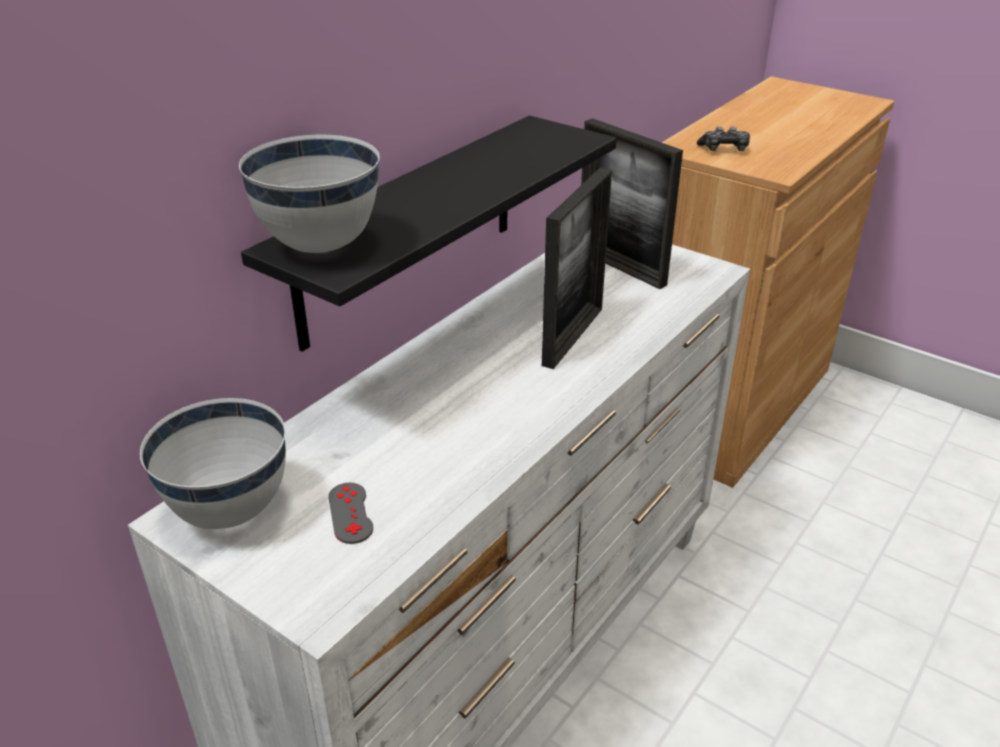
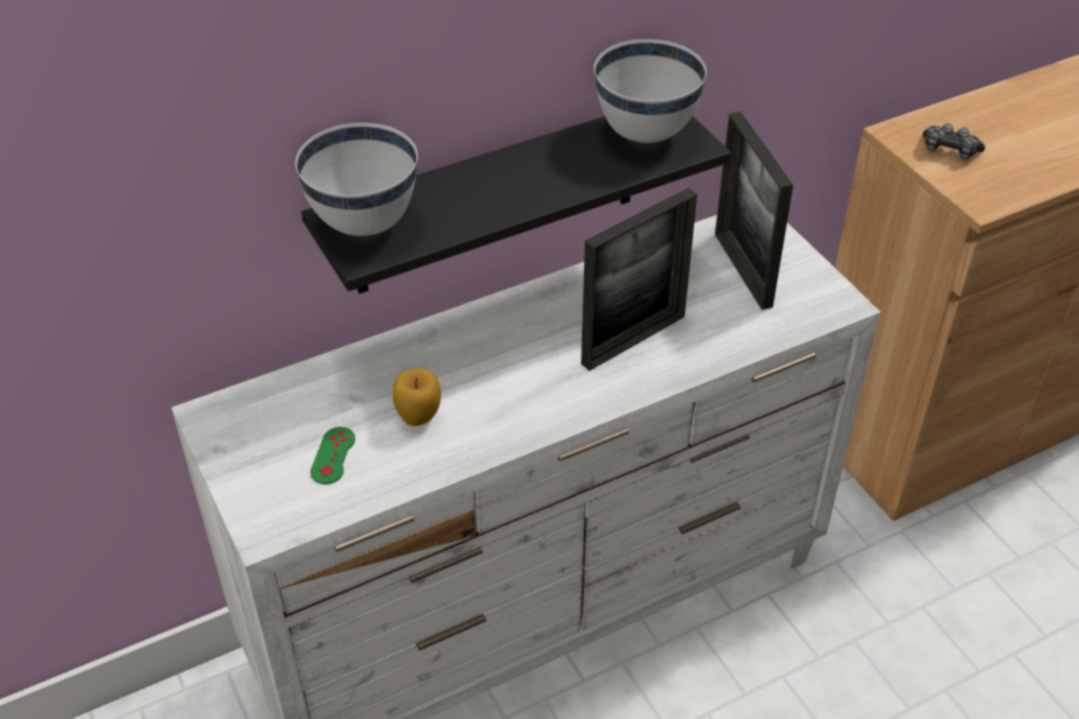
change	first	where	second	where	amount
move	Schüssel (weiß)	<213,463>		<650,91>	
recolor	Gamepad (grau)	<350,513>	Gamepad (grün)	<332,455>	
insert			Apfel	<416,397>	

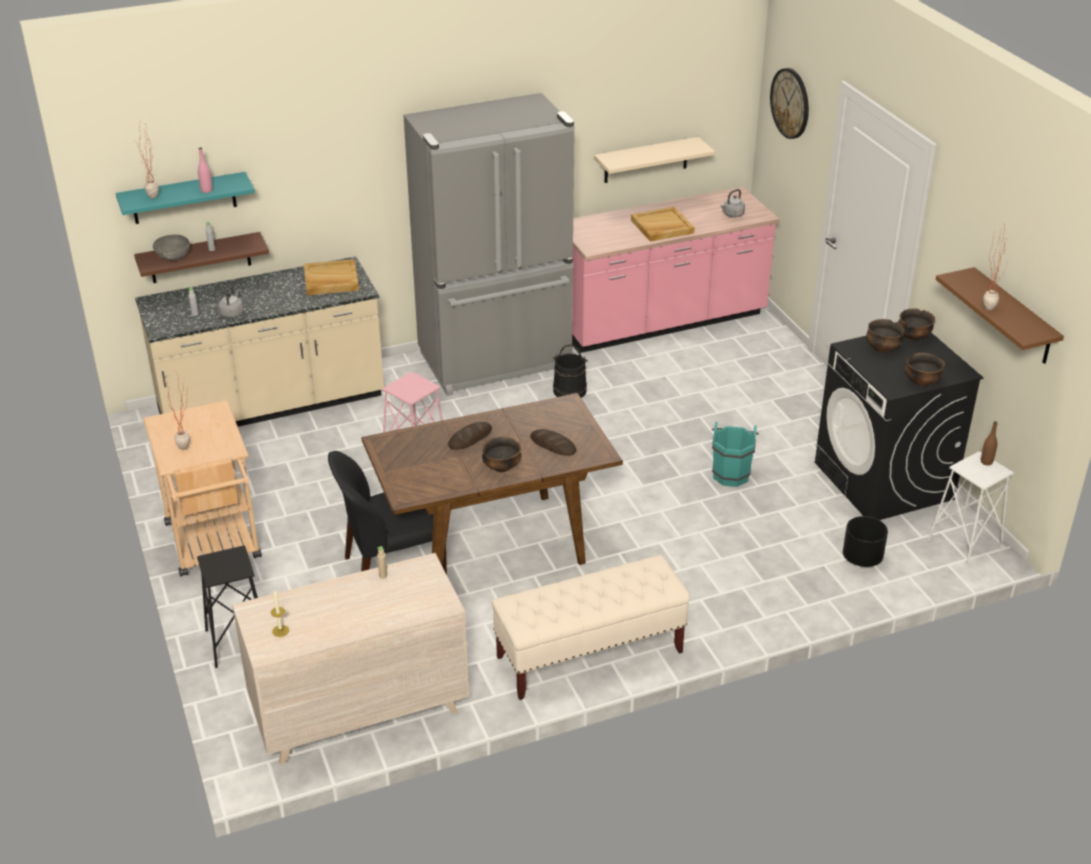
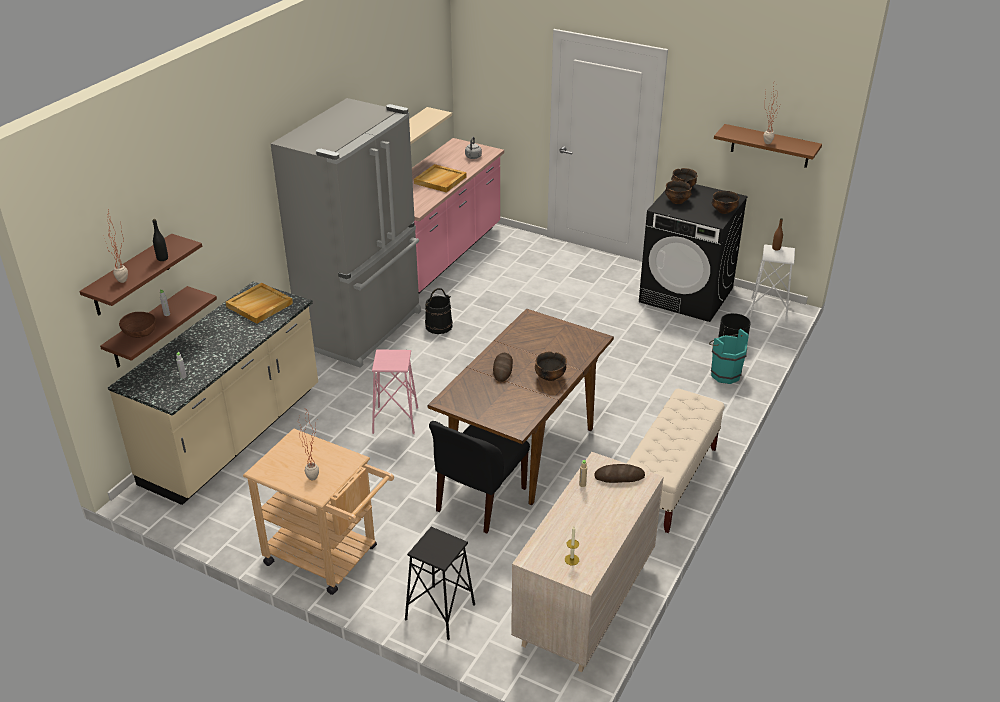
change	first	where	second	where	amount
delete	Wanduhr	<789,103>			
recolor	Flasche (rosa)	<205,170>	Flasche (schwarz)	<160,240>	
recolor	Wandregal (türkis)	<185,198>	Wandregal (braun)	<140,274>	
recolor	Schüssel (grau)	<171,247>	Schüssel (braun)	<137,325>	
delete	Wasserkessel (grau)	<230,302>			
move	Eimer (türkis)	<735,454>		<729,356>	
move	Brot	<553,442>		<619,473>	

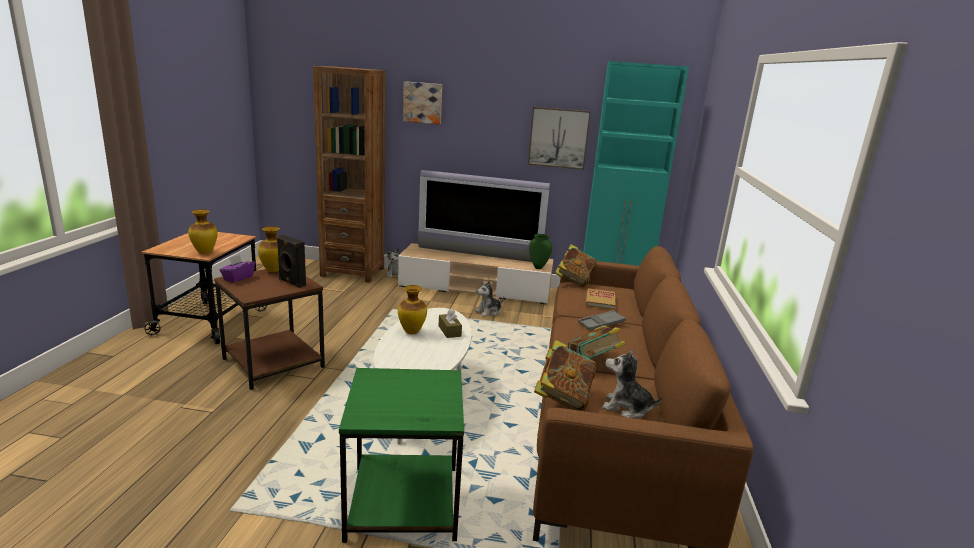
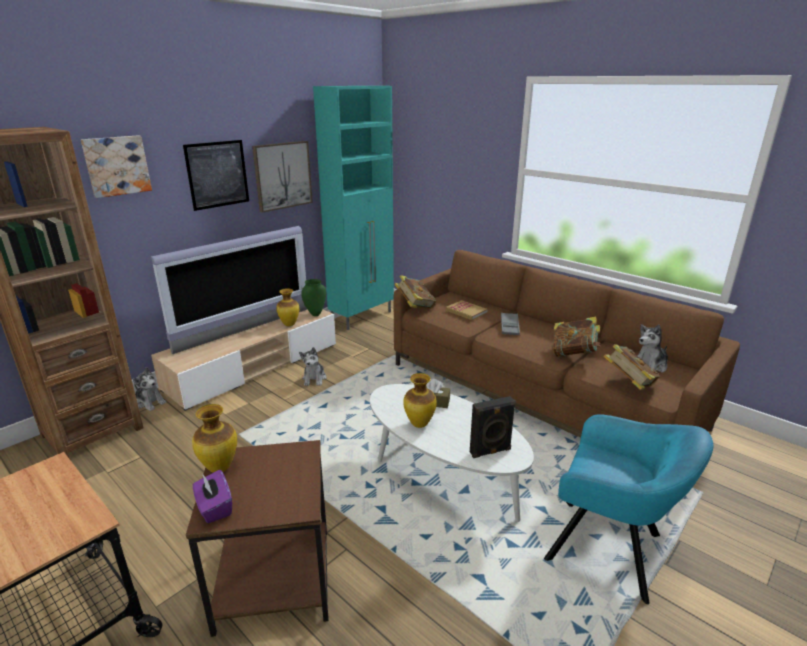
change	first	where	second	where	amount
move	Vase	<202,231>		<287,307>	
move	Lautsprecher (schwarz)	<291,261>		<493,427>	
replace	Beistelltisch (grün)	<401,455>	Sessel (türkis)	<628,509>	
insert			Bild	<216,175>	

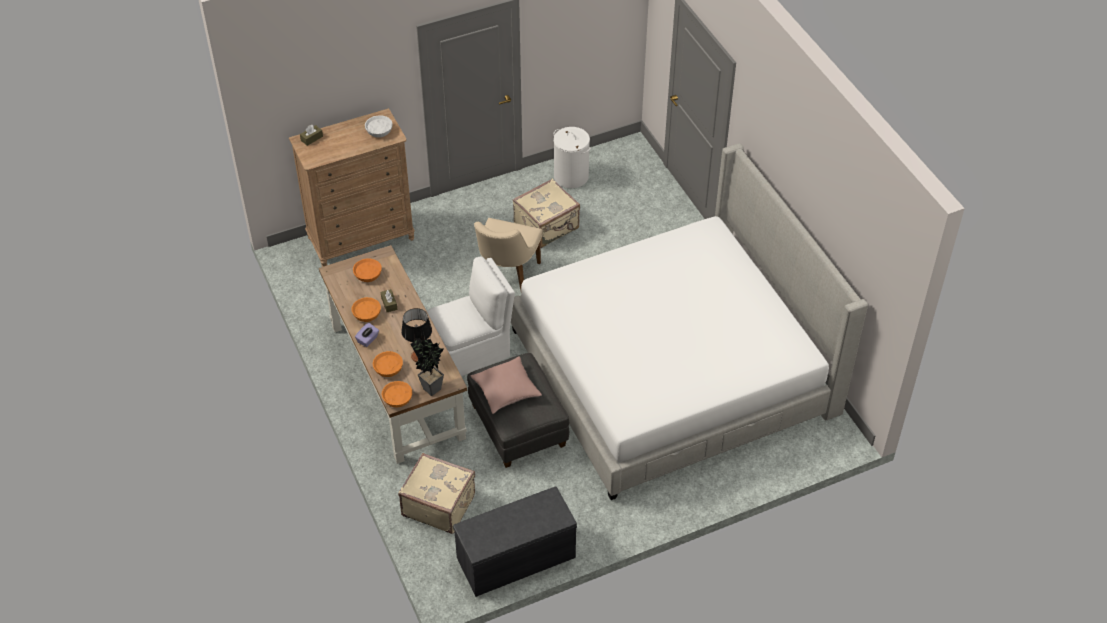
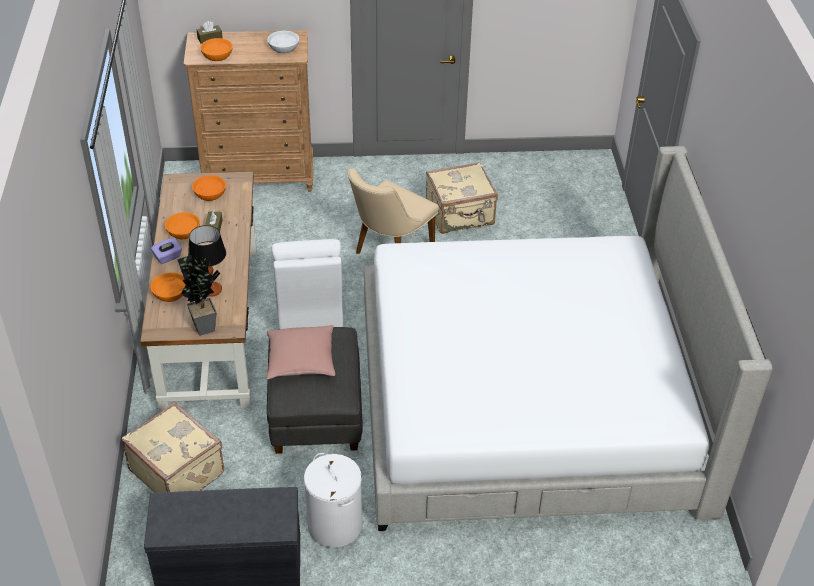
change	first	where	second	where	amount
move	Wäschekorb (weiß)	<572,157>		<333,500>	
rotate	Stuhl (weiß)	<471,316>		<307,284>	90 degrees clockwise
move	Schüssel (orange)	<397,394>		<216,49>	

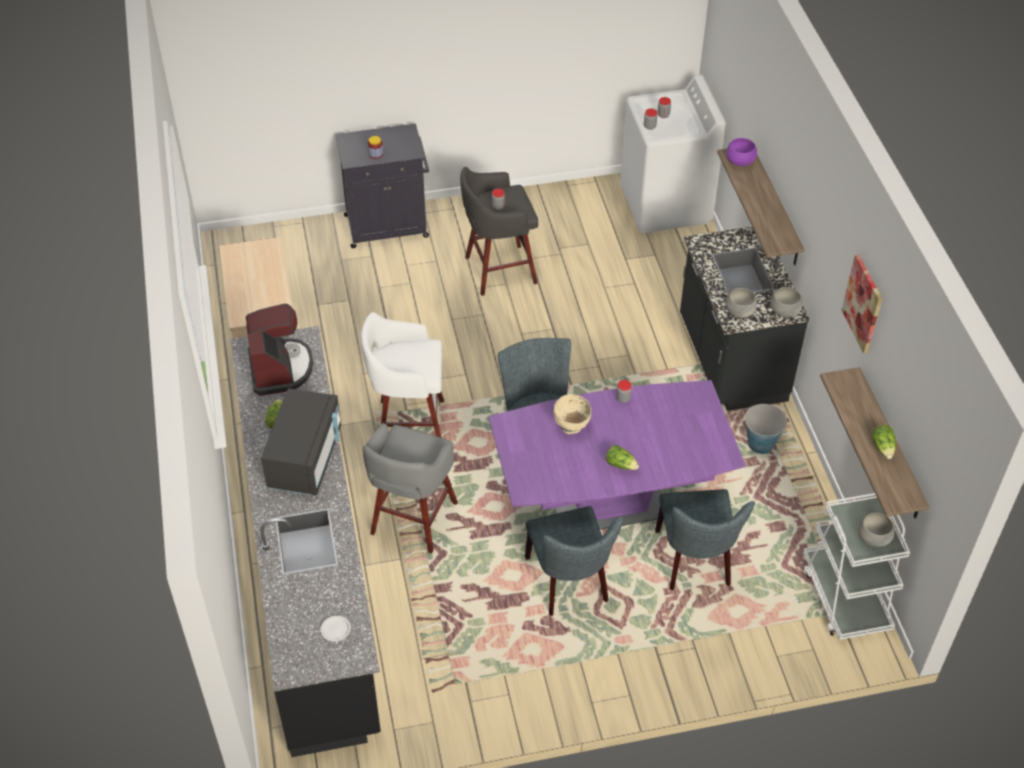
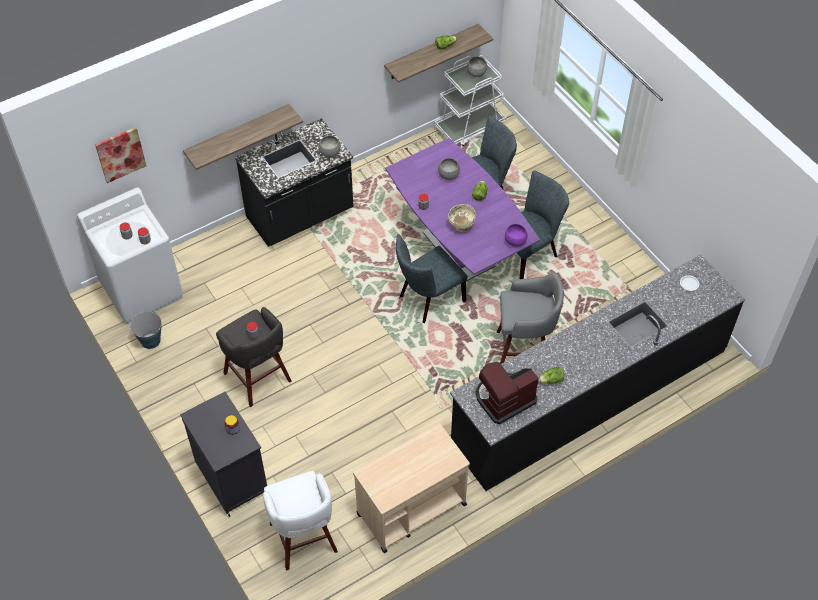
change	first	where	second	where	amount
move	Schüssel (lila)	<741,152>		<516,235>	
move	Bild	<861,304>		<120,155>	
move	Schüssel (grau)	<786,302>		<449,169>	
move	Hocker (weiß)	<402,374>		<300,520>	
delete	Mikrowelle (schwarz)	<301,441>			
move	Eimer	<766,429>		<146,330>	

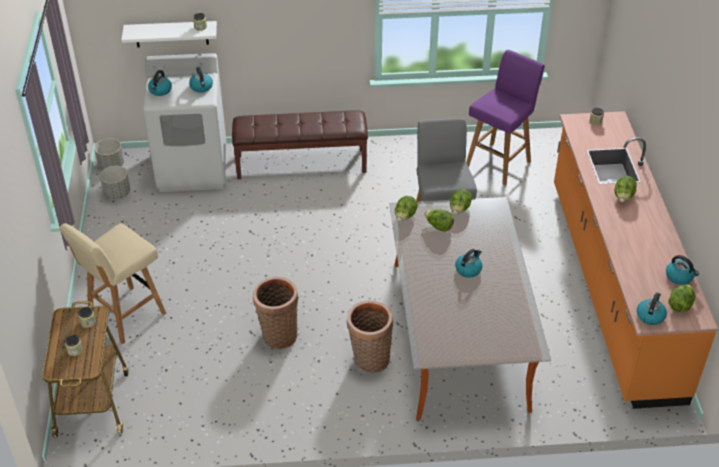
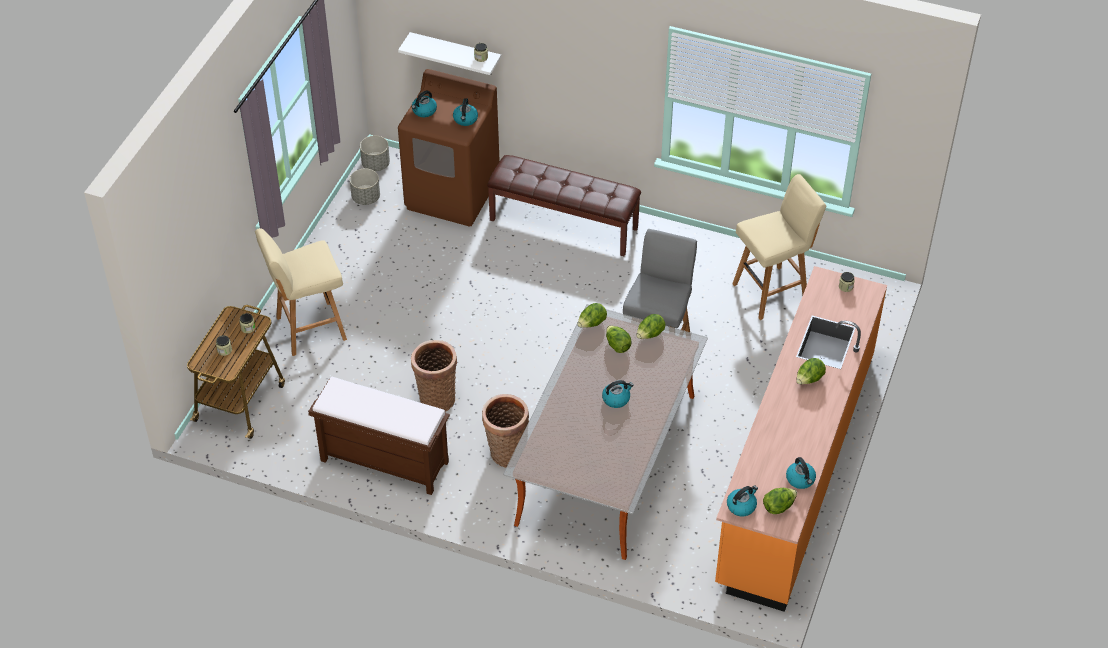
change	first	where	second	where	amount
recolor	Hocker (lila)	<505,118>	Hocker (beige)	<779,247>	
recolor	Waschmaschine (weiß)	<185,122>	Waschmaschine (braun)	<449,147>	
insert			Bank (braun)	<379,435>	

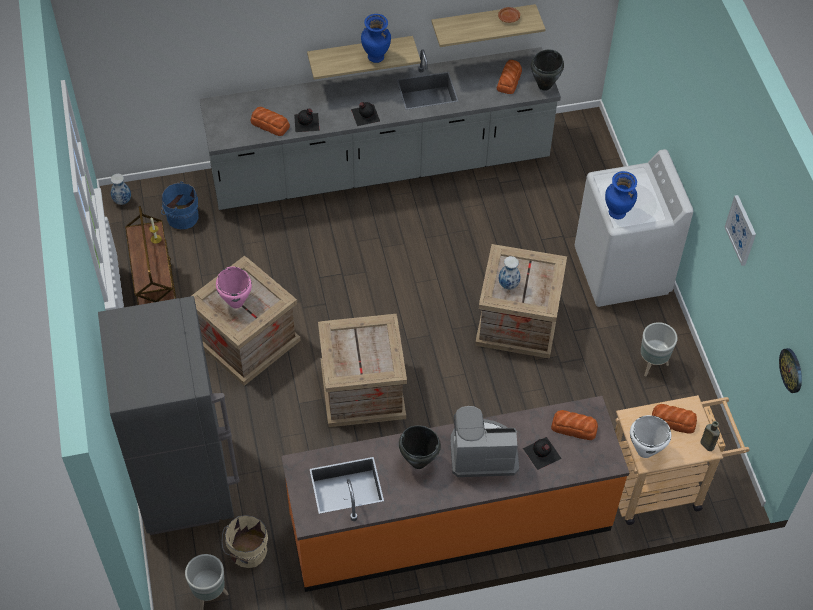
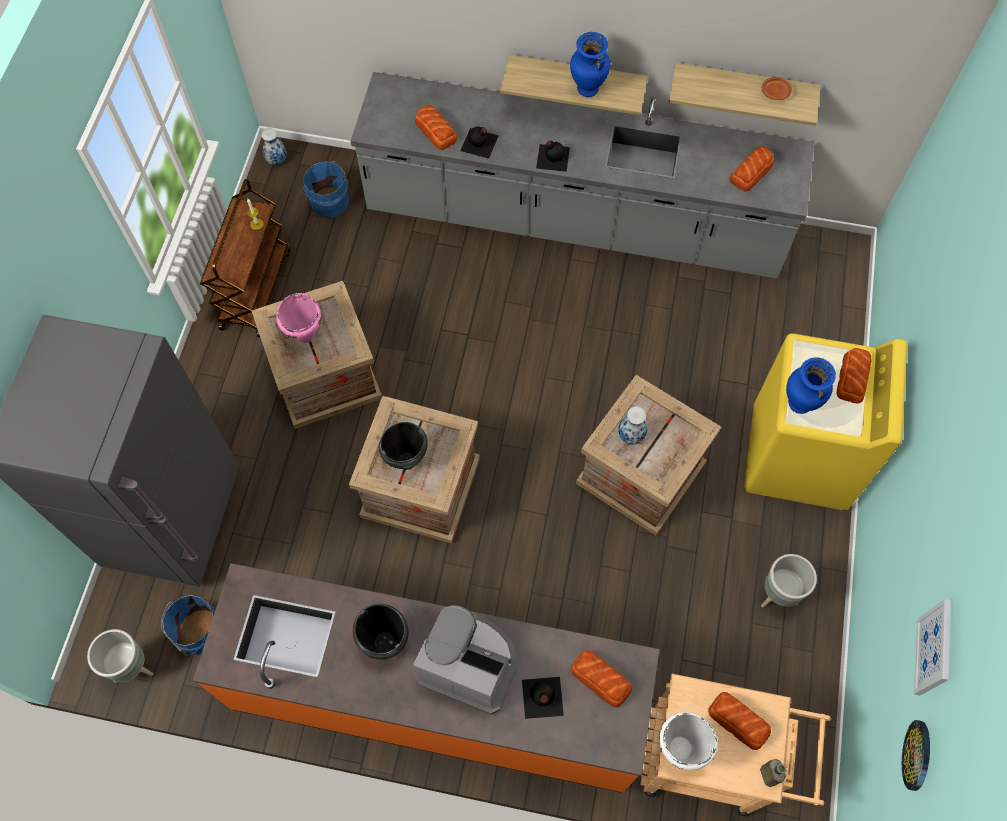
change	first	where	second	where	amount
move	Kochtopf (schwarz)	<547,70>		<403,446>	
recolor	Waschmaschine (weiß)	<634,228>	Waschmaschine (gelb)	<825,421>	
move	Bild	<740,230>		<932,647>	
recolor	Eimer (beige)	<245,541>	Eimer (blau)	<188,625>	
insert			Brot	<854,375>	

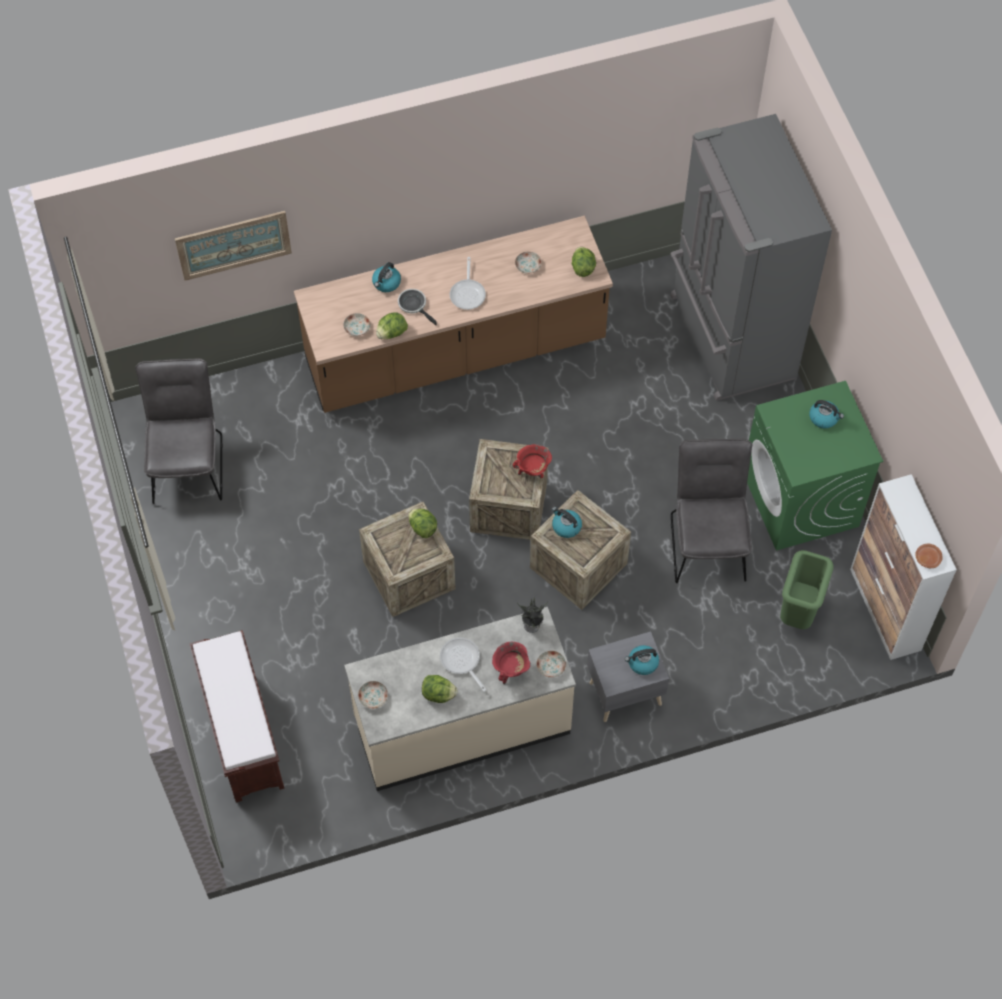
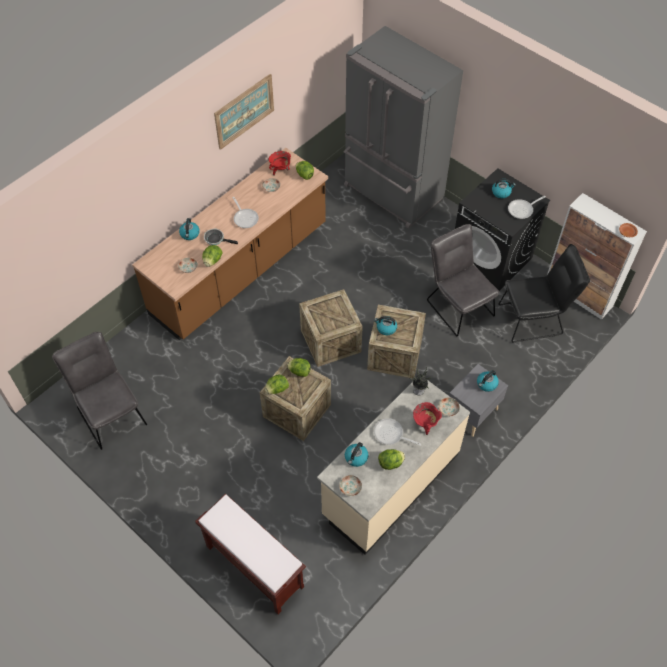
change	first	where	second	where	amount
move	Bild	<233,246>		<244,112>	
recolor	Waschmaschine (grün)	<815,466>	Waschmaschine (schwarz)	<502,229>	
move	Kochtopf (rot)	<532,461>		<280,163>	
replace	Mülleimer (grün)	<807,589>	Stuhl (schwarz)	<544,293>	
insert			Pfanne	<527,207>	
insert			Salatkopf	<277,384>	
insert			Wasserkessel	<357,454>	

